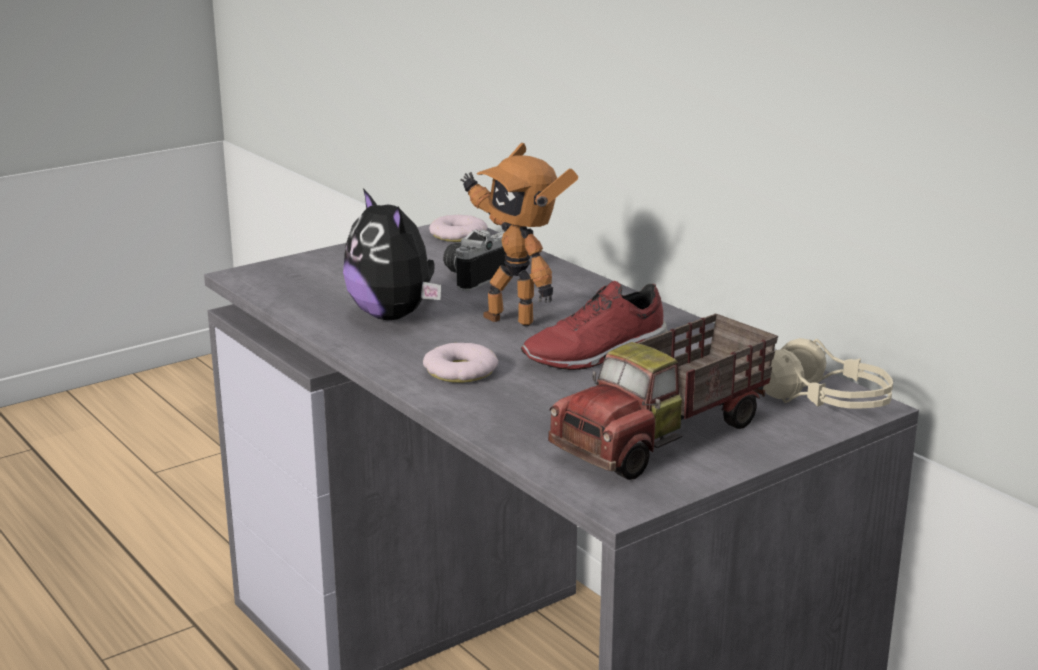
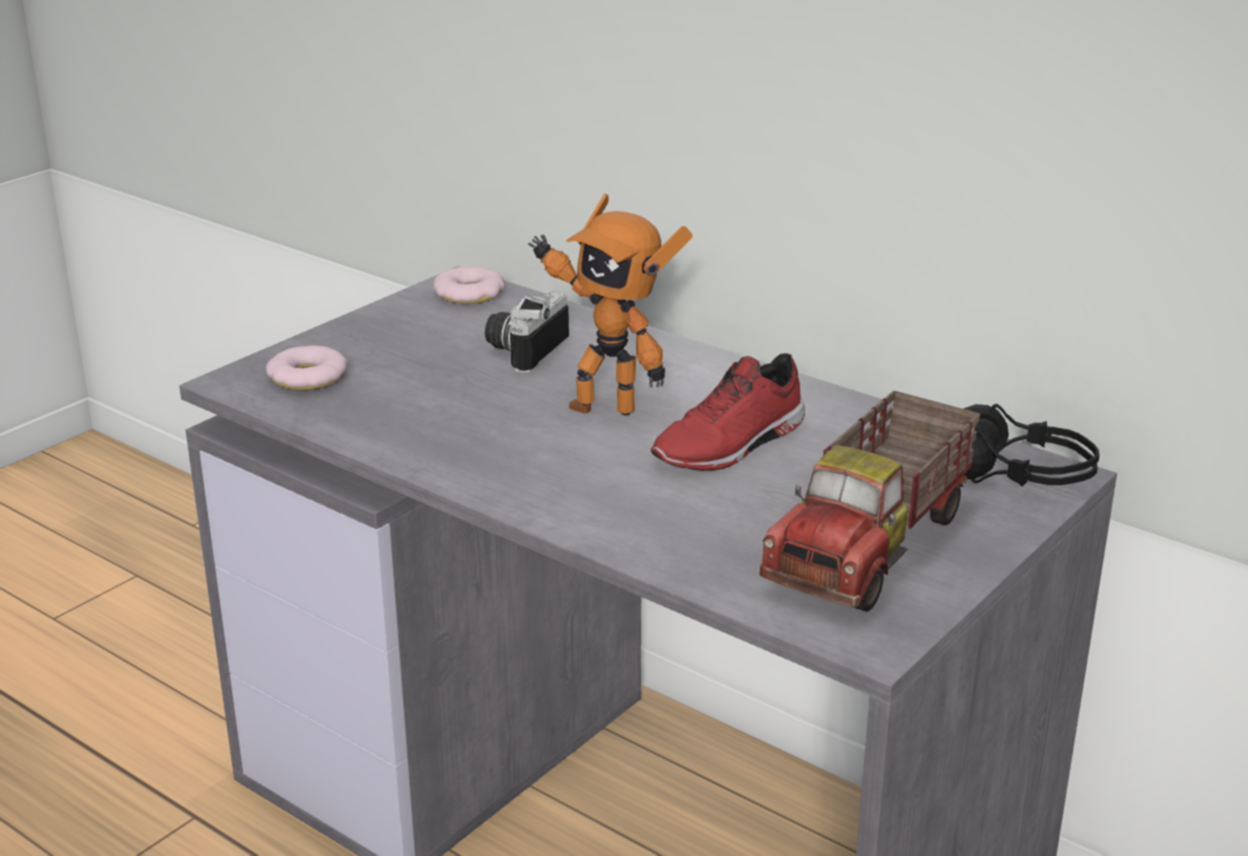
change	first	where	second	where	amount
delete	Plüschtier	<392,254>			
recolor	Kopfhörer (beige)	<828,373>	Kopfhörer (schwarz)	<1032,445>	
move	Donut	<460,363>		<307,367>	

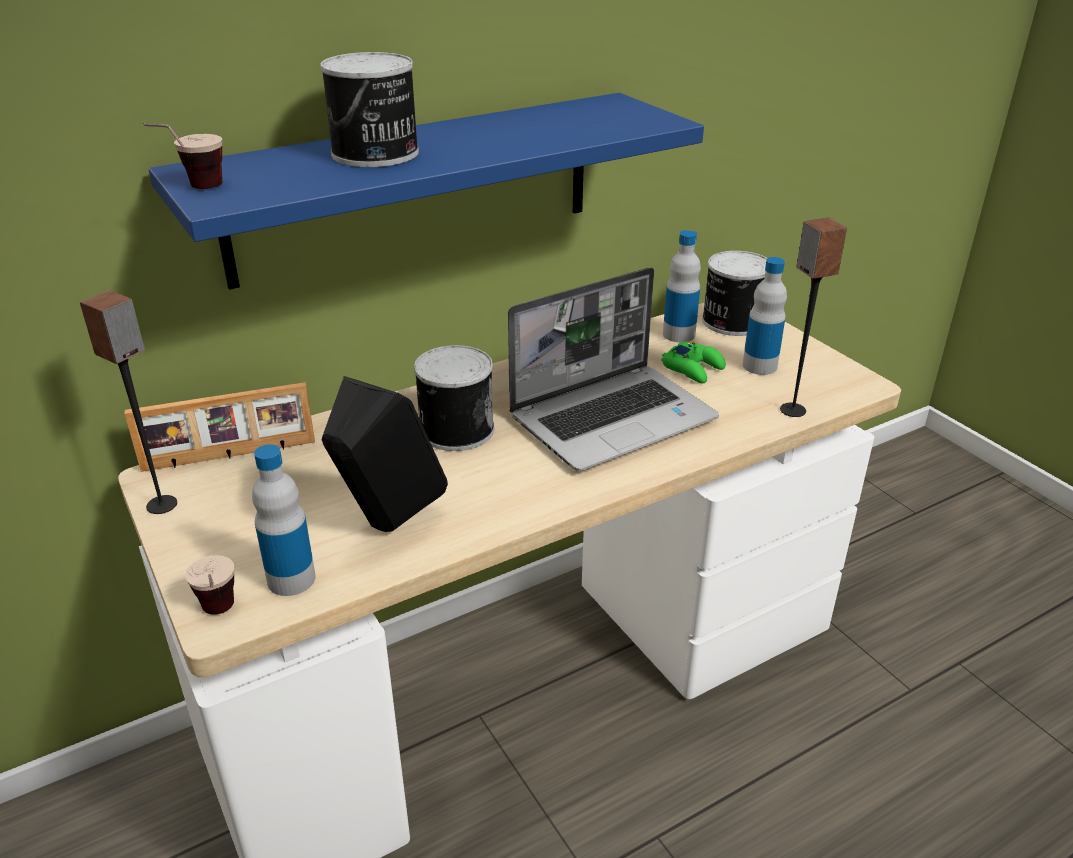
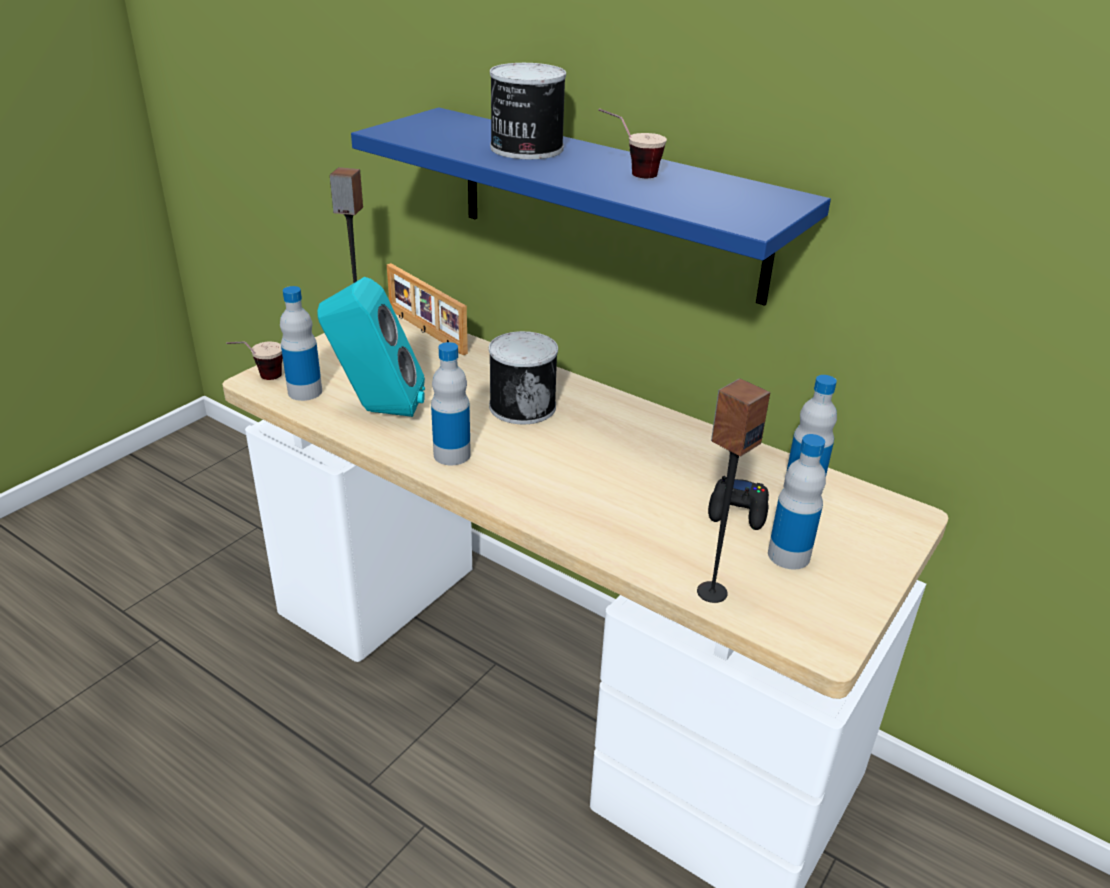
change	first	where	second	where	amount
move	Tasse	<182,156>		<633,143>	
delete	Dose	<734,293>			
delete	Laptop	<613,369>			
recolor	Gamepad (grün)	<693,362>	Gamepad (schwarz)	<738,503>	
recolor	Lautsprecher (schwarz)	<385,454>	Lautsprecher (türkis)	<371,347>	
insert			Flasche	<451,403>	

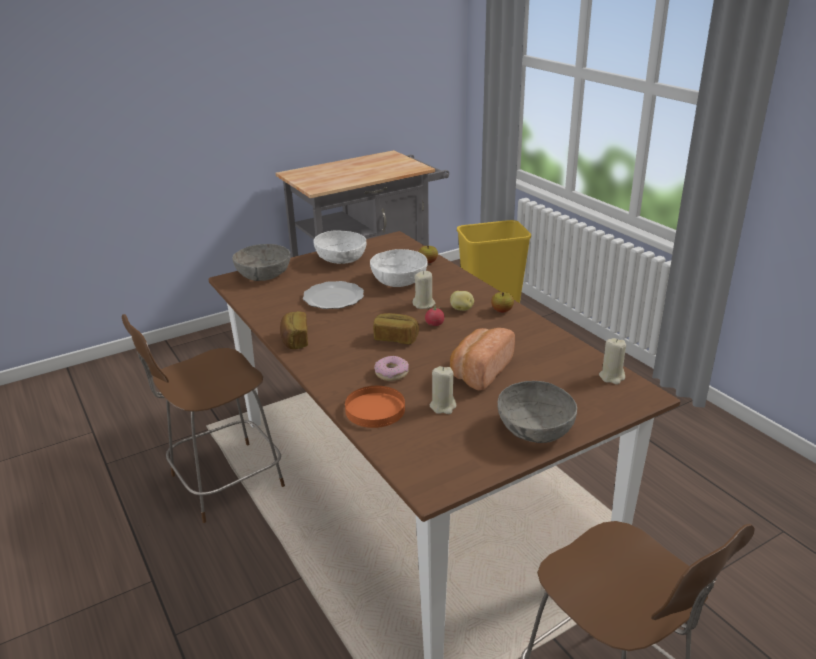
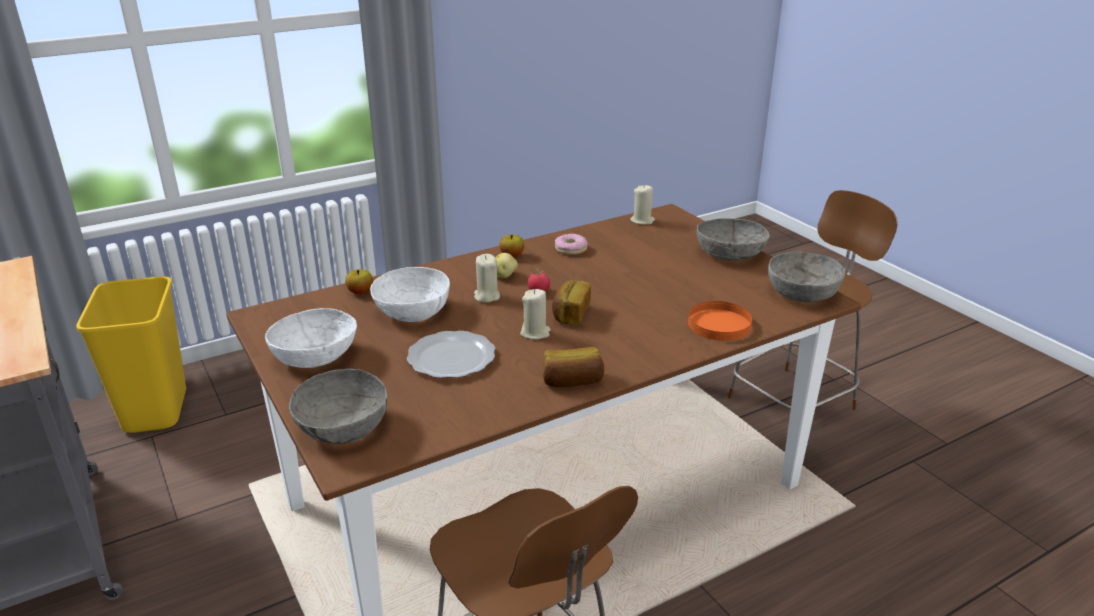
change	first	where	second	where	amount
delete	Brot	<482,359>			
move	Donut	<391,368>		<571,244>	
move	Kerze (beige)	<443,390>		<535,314>	
insert			Schüssel (grau)	<806,277>	

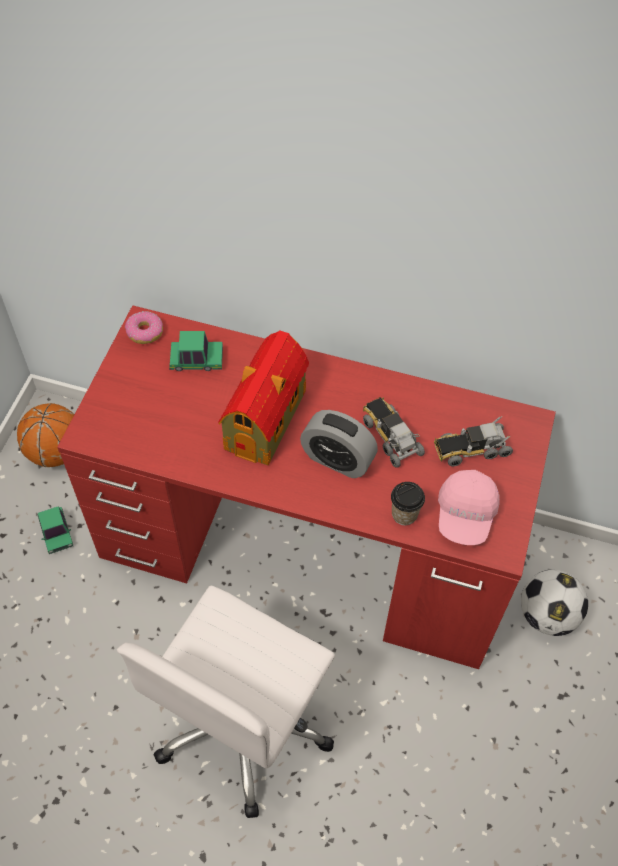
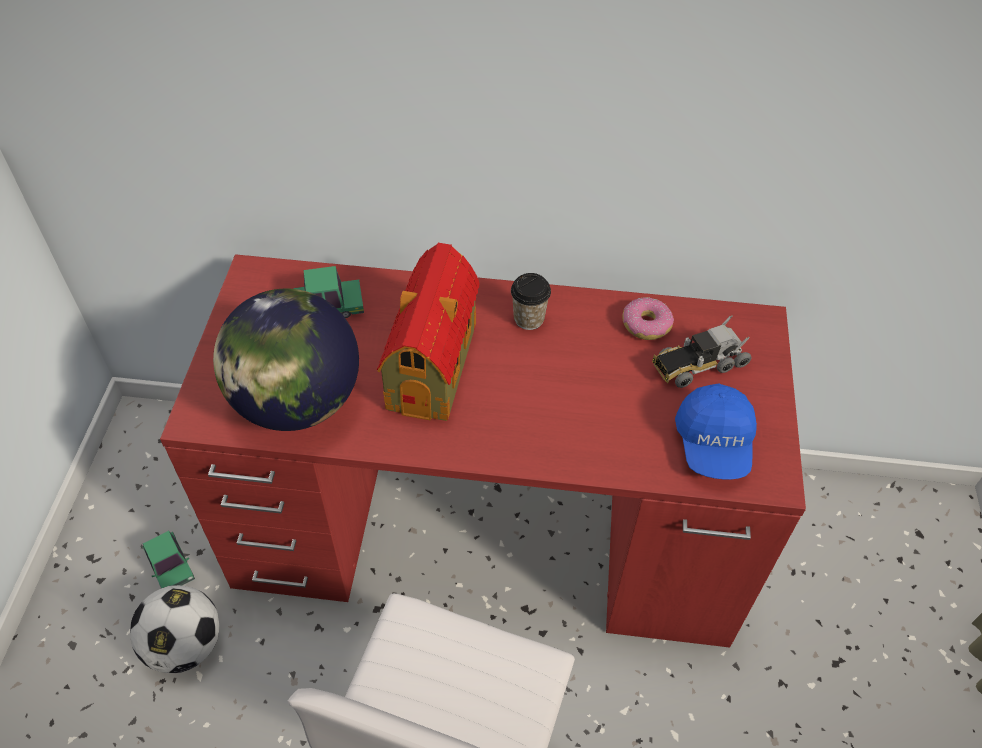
change	first	where	second	where	amount
move	Donut	<144,327>		<648,318>	
delete	Spielzeuglaster	<394,432>			
delete	Basketball	<45,435>			
delete	Wecker	<339,444>			
recolor	Kappe (rosa)	<469,507>	Kappe (blau)	<716,432>	
move	Tasse	<408,503>		<531,301>	
move	Fußball	<554,603>		<174,629>	
insert			Globus	<286,360>	

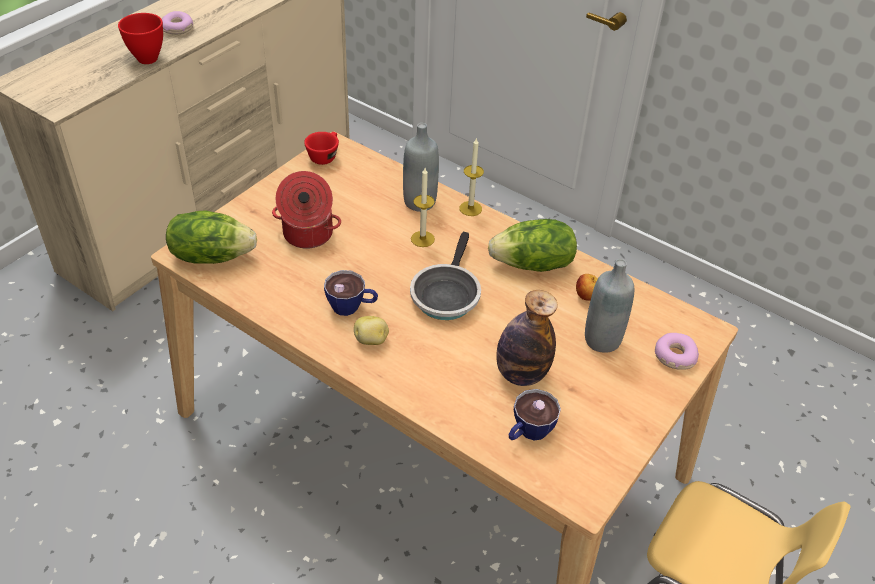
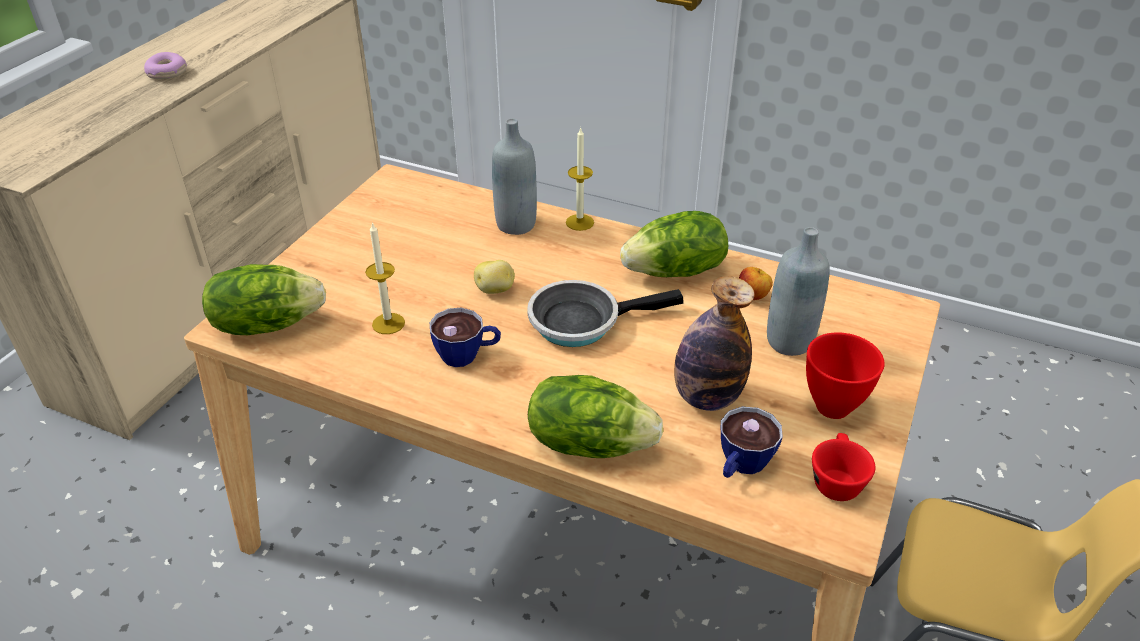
change	first	where	second	where	amount
move	Schüssel (rot)	<140,38>		<845,375>	
move	Tasse (rot)	<321,148>		<843,467>	
move	Kerze	<423,207>		<385,278>	
delete	Kochtopf	<306,210>			
rotate	Pfanne	<445,276>		<605,313>	75 degrees clockwise
move	Kartoffel	<371,330>		<494,277>	
delete	Donut	<677,351>			
insert			Salatkopf	<596,416>	

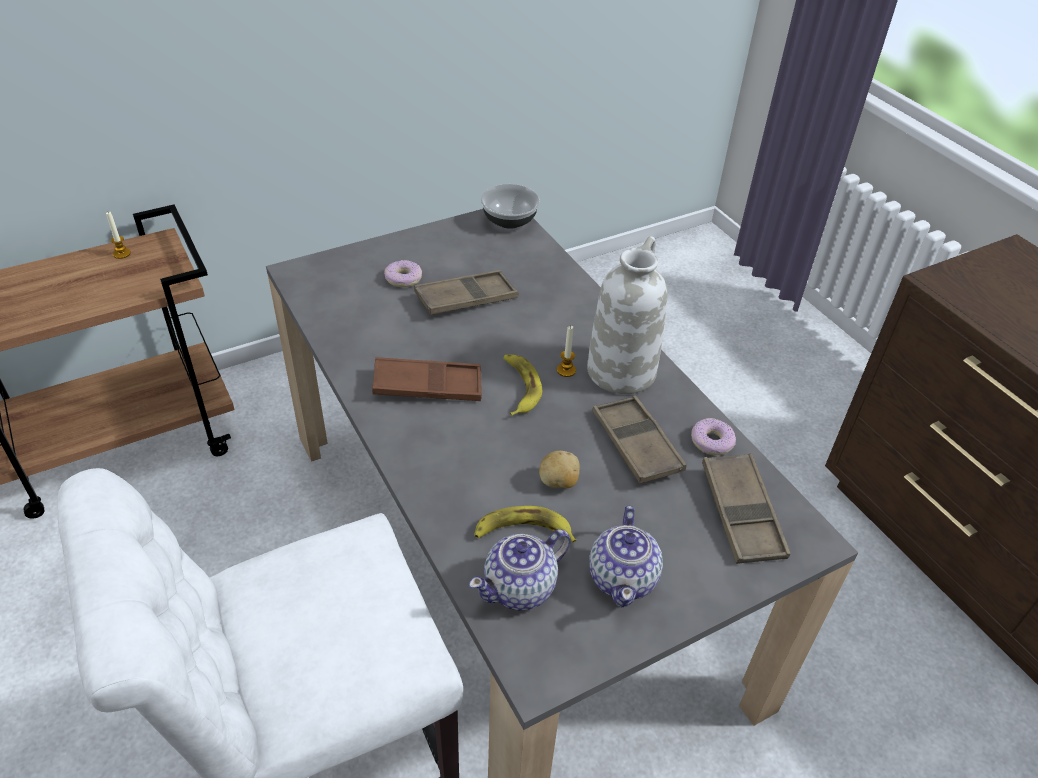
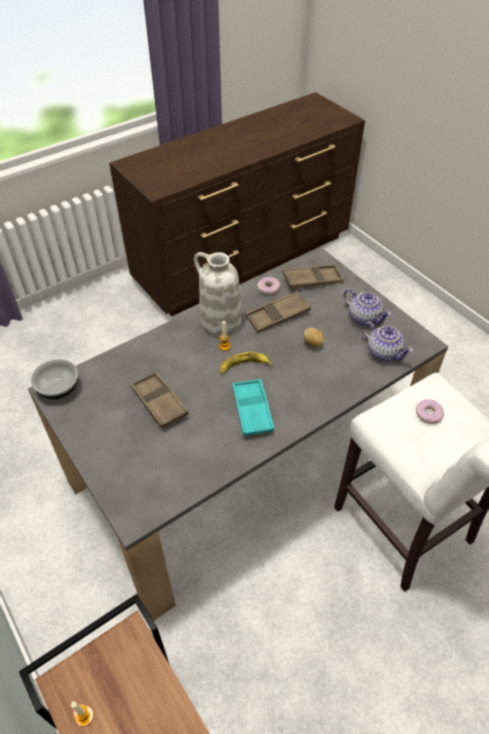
change	first	where	second	where	amount
move	Donut	<403,273>		<430,411>	
recolor	Tablett (braun)	<427,379>	Tablett (türkis)	<253,407>	
delete	Banane	<525,524>			
rotate	Teekanne	<626,557>		<367,307>	45 degrees clockwise

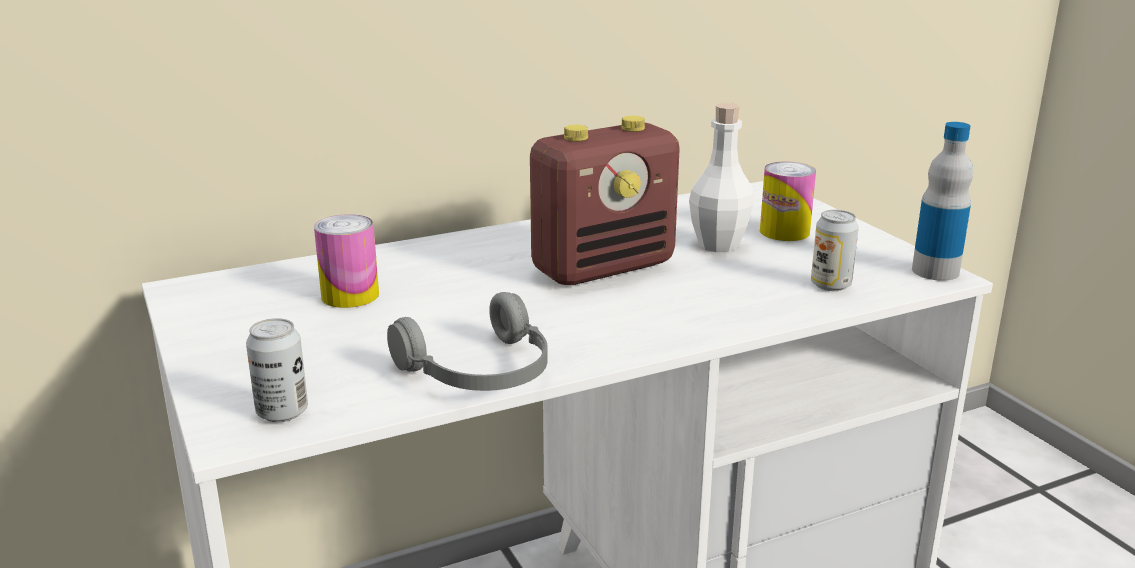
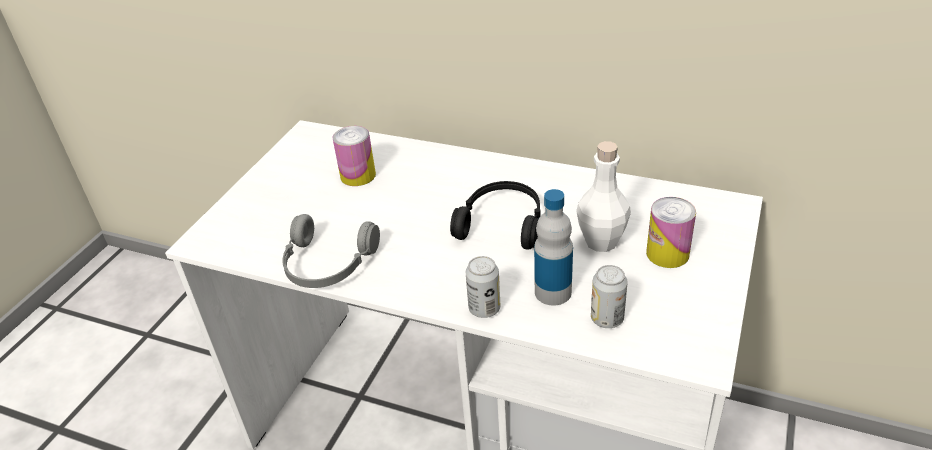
change	first	where	second	where	amount
replace	Radio	<605,200>	Kopfhörer (schwarz)	<495,215>	
move	Flasche	<942,201>		<553,247>	
move	Dose	<277,370>		<483,287>	

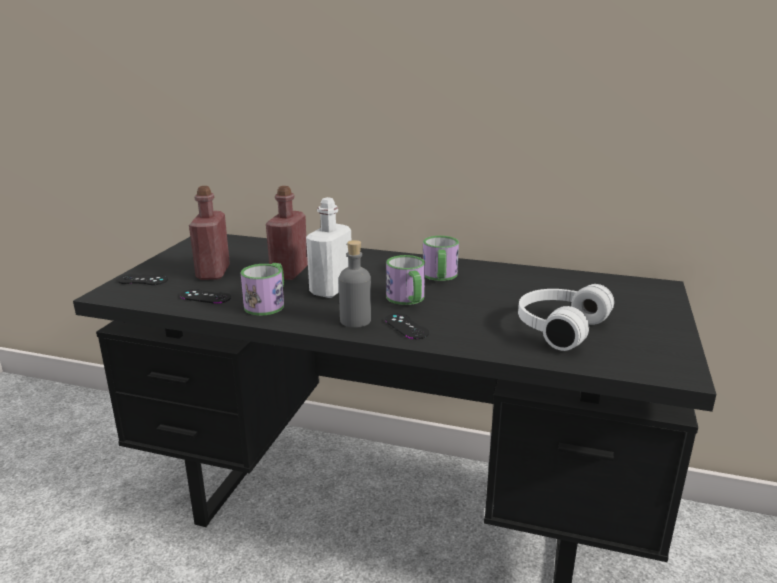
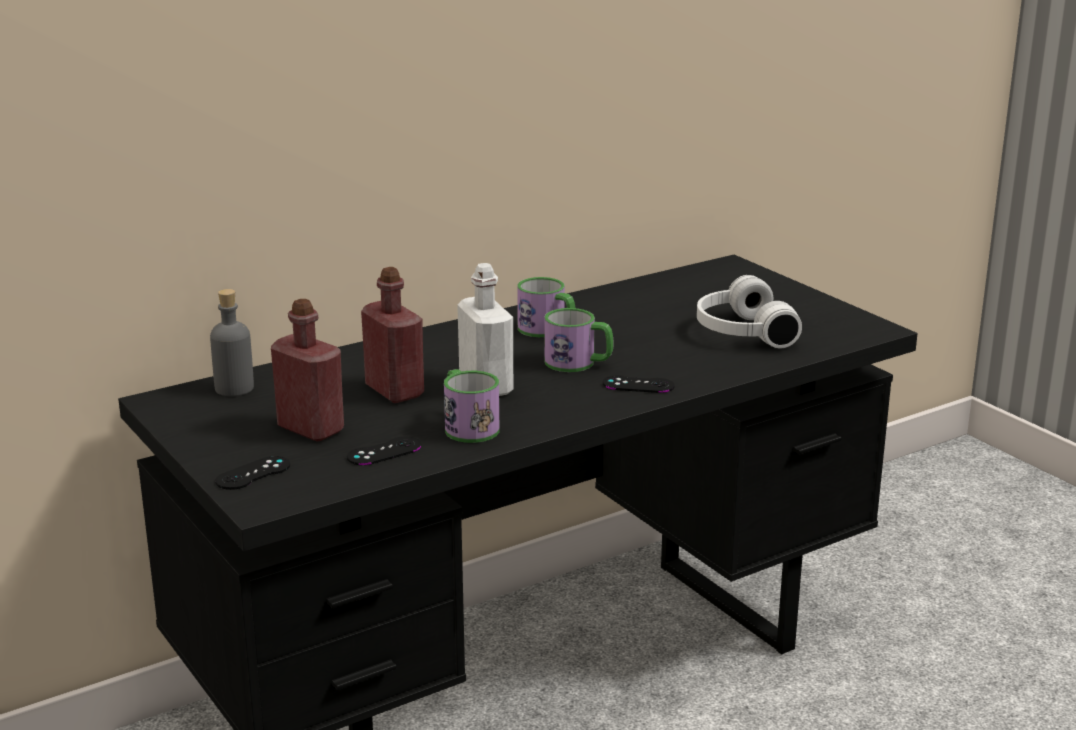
change	first	where	second	where	amount
move	Flasche (grau)	<355,284>		<232,342>	

